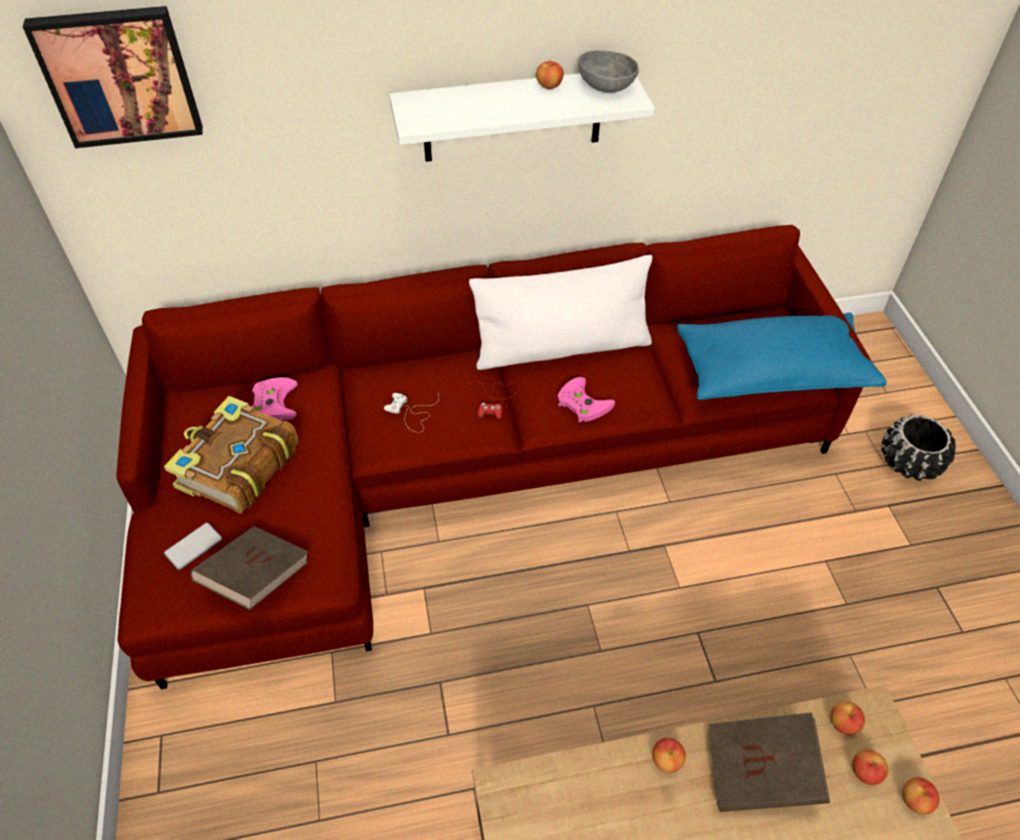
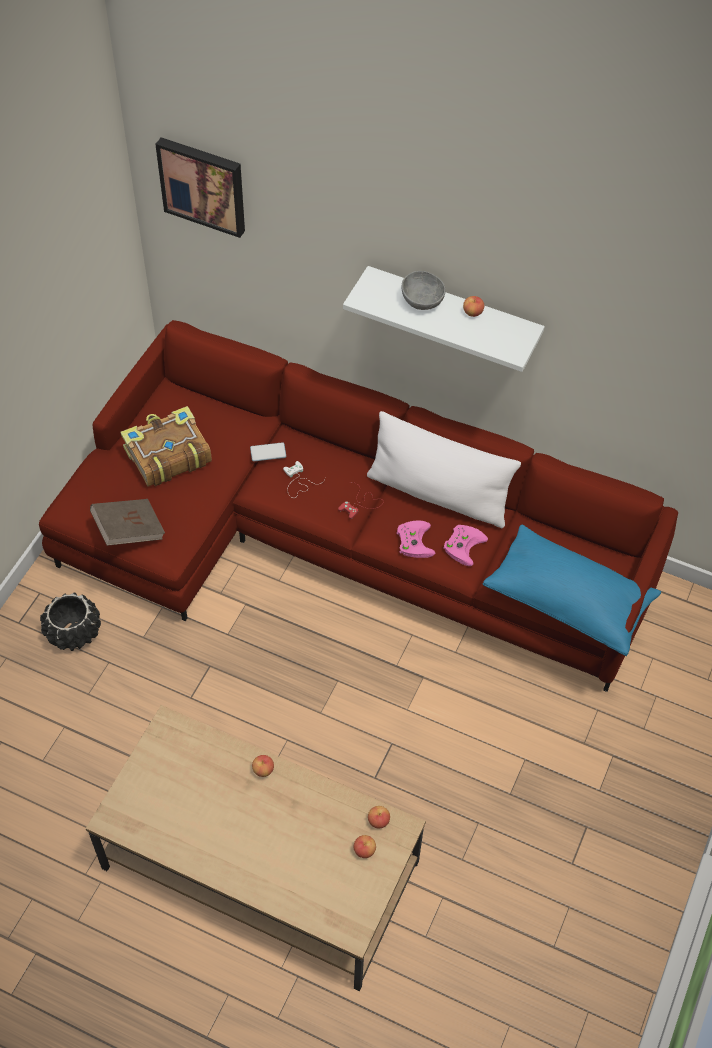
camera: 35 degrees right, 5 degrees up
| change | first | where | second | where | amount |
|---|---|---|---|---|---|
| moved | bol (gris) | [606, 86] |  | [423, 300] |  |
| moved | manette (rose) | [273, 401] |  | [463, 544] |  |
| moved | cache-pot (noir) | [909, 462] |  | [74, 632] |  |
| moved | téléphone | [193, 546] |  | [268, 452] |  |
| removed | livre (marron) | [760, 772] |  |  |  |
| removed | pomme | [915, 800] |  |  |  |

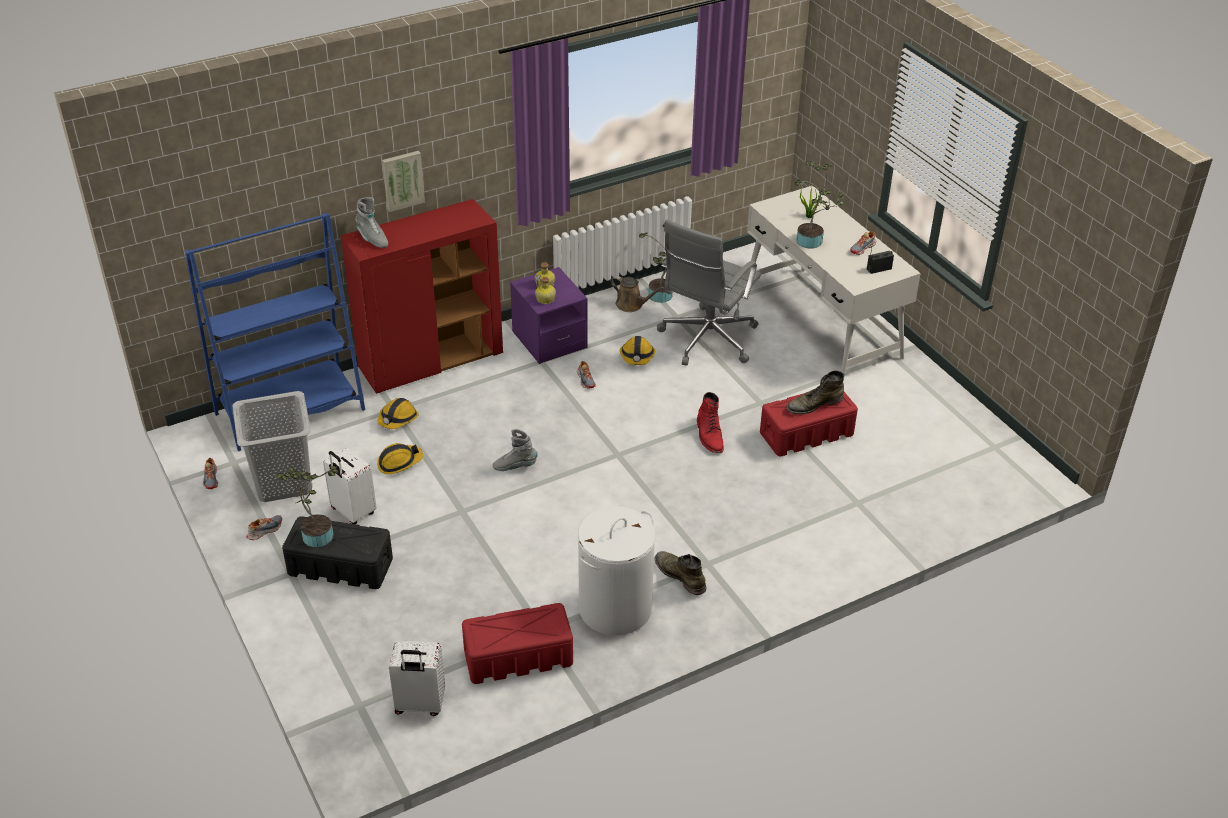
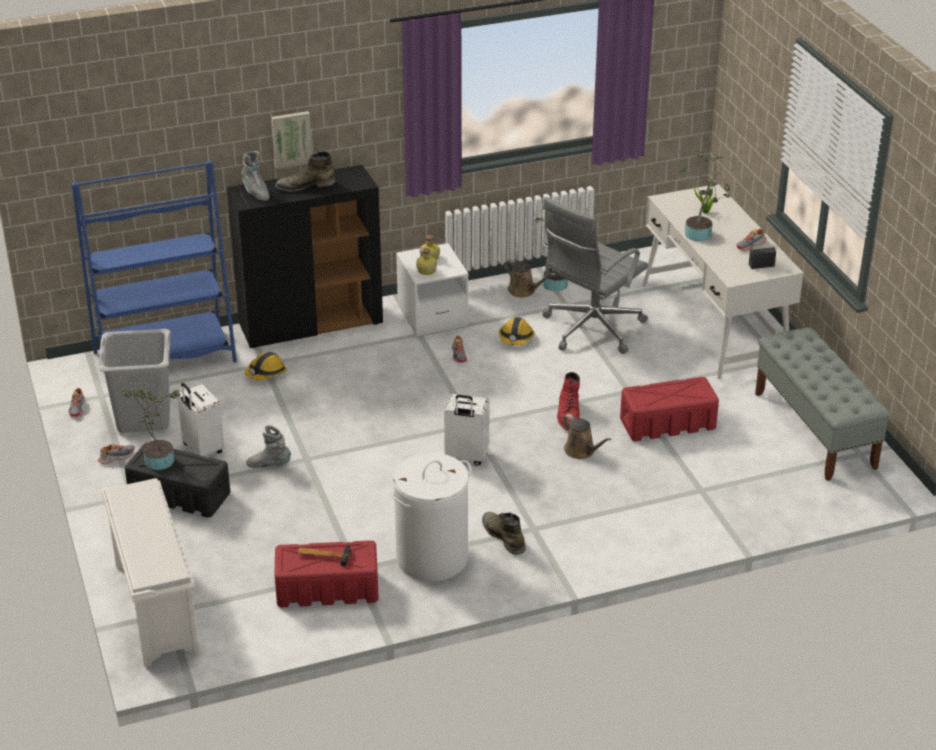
camera: 10 degrees right, 5 degrees down
| change | first | where | second | where | amount |
|---|---|---|---|---|---|
| recoloured | meuble de rangement (rouge) | [431, 361] | meuble de rangement (noir) | [311, 325] |  |
| recoloured | table de chevet (violet) | [549, 340] | table de chevet (blanc) | [432, 316] |  |
| moved | botte (vert) | [814, 404] |  | [305, 185] |  |
| moved | botte (gris) | [515, 466] |  | [269, 465] |  |
| removed | casque de chantier | [399, 462] |  |  |  |
| moved | valise (blanc) | [419, 705] |  | [466, 457] |  |
| added |  |  | banc (gris) | [815, 430] |  |
| added |  |  | arrosoir (marron) | [581, 451] |  |
| added |  |  | étagère à chaussures (blanc) | [154, 607] |  |
| added |  |  | marteau | [324, 554] |  |

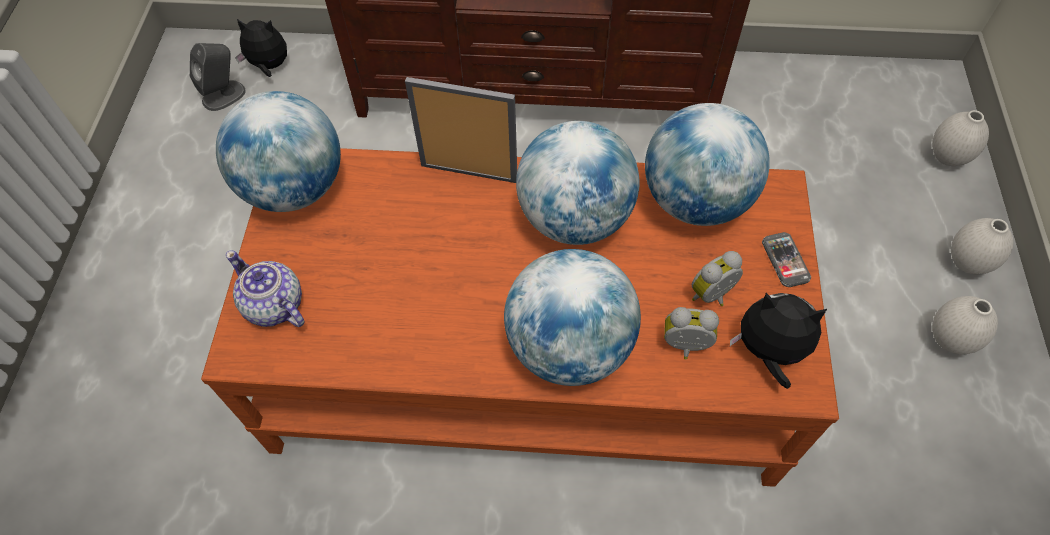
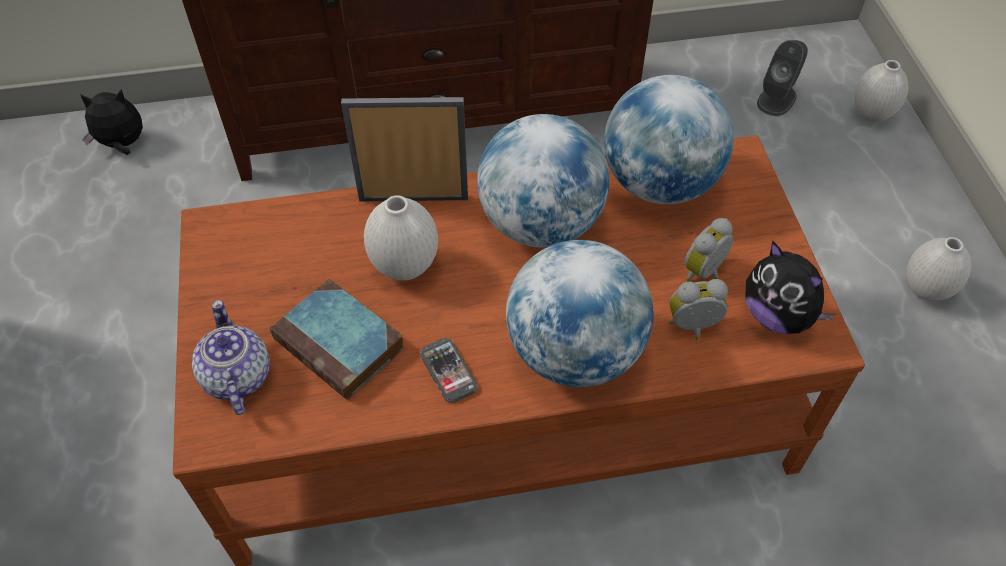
camera: 15 degrees left, 5 degrees down
| change | first | where | second | where | amount |
|---|---|---|---|---|---|
| moved | enceinte (gris) | [224, 95] |  | [776, 99] |  |
| removed | globe | [294, 188] |  |  |  |
| moved | vase (blanc) | [965, 263] |  | [403, 267] |  |
| moved | téléphone | [785, 260] |  | [448, 371] |  |
| turned | théière | [274, 306] |  | [236, 378] | 45 degrees clockwise |
| turned | peluche | [768, 352] |  | [777, 315] | 135 degrees counterclockwise |
| added |  |  | livre | [342, 344] |  |

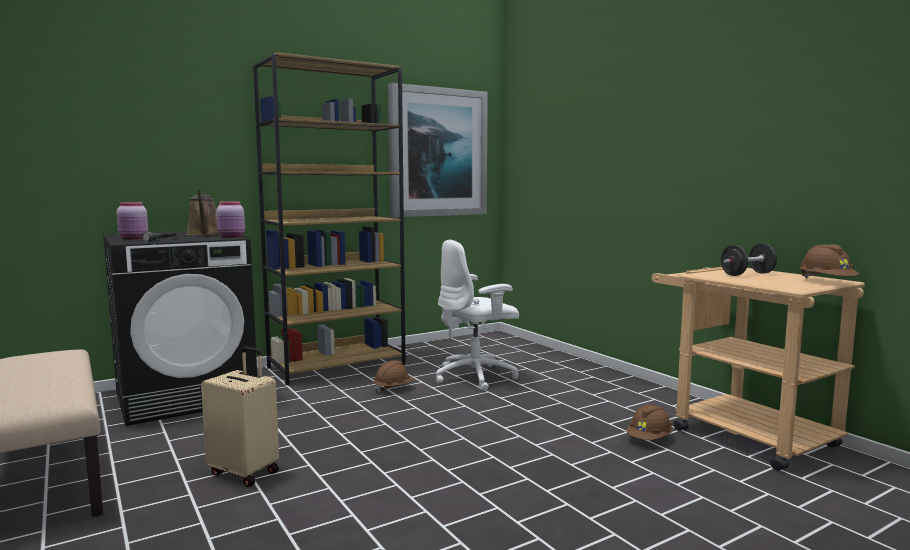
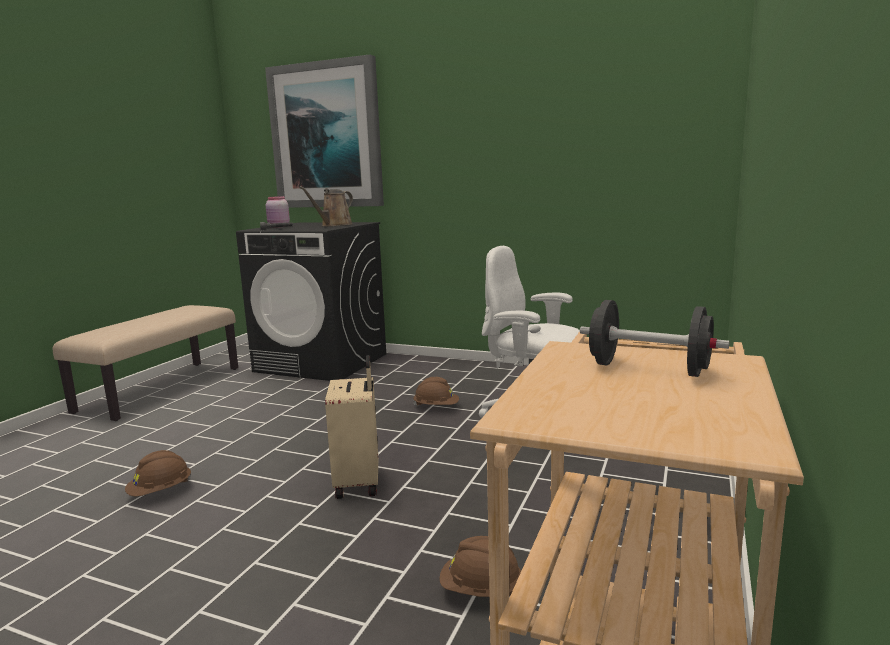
camera: 55 degrees right, 5 degrees up
| change | first | where | second | where | amount |
|---|---|---|---|---|---|
| removed | bibliothèque (marron) | [337, 365] |  |  |  |
| moved | tableau | [437, 152] |  | [327, 136] |  |
| removed | bocal (rose) | [232, 236] |  |  |  |
| moved | casque de chantier (marron) | [826, 282] |  | [160, 492] |  |
| moved | valise (beige) | [245, 472] |  | [359, 483] |  |

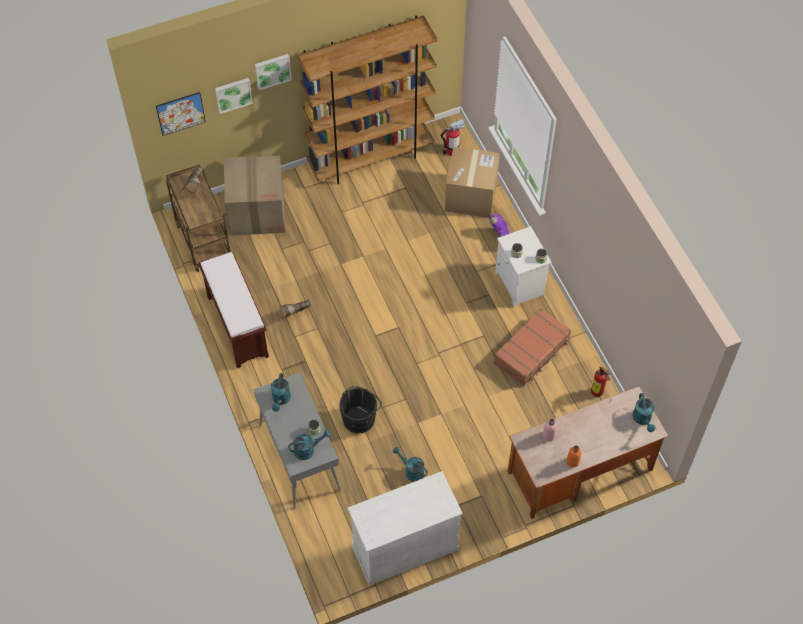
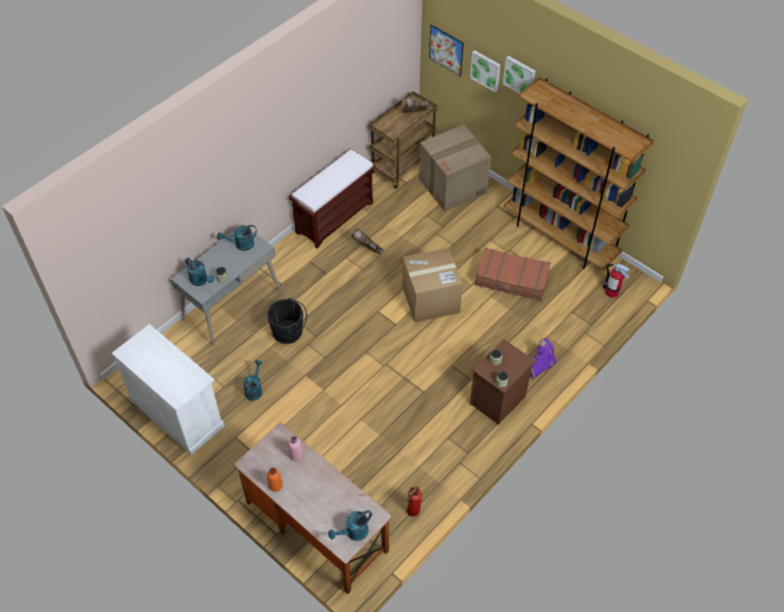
camera: 65 degrees right, 5 degrees down
| change | first | where | second | where | amount |
|---|---|---|---|---|---|
| moved | carton | [471, 196] |  | [430, 299] |  |
| recoloured | table de chevet (blanc) | [520, 284] | table de chevet (marron) | [498, 401] |  |
| moved | valise (marron) | [532, 352] |  | [511, 280] |  |

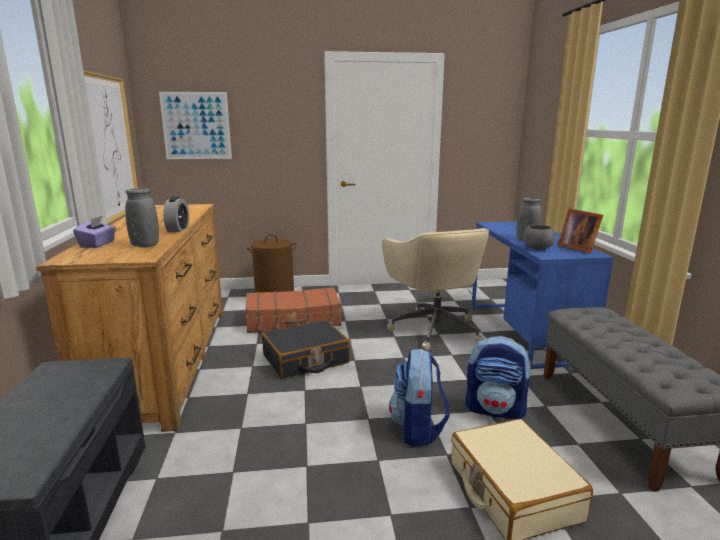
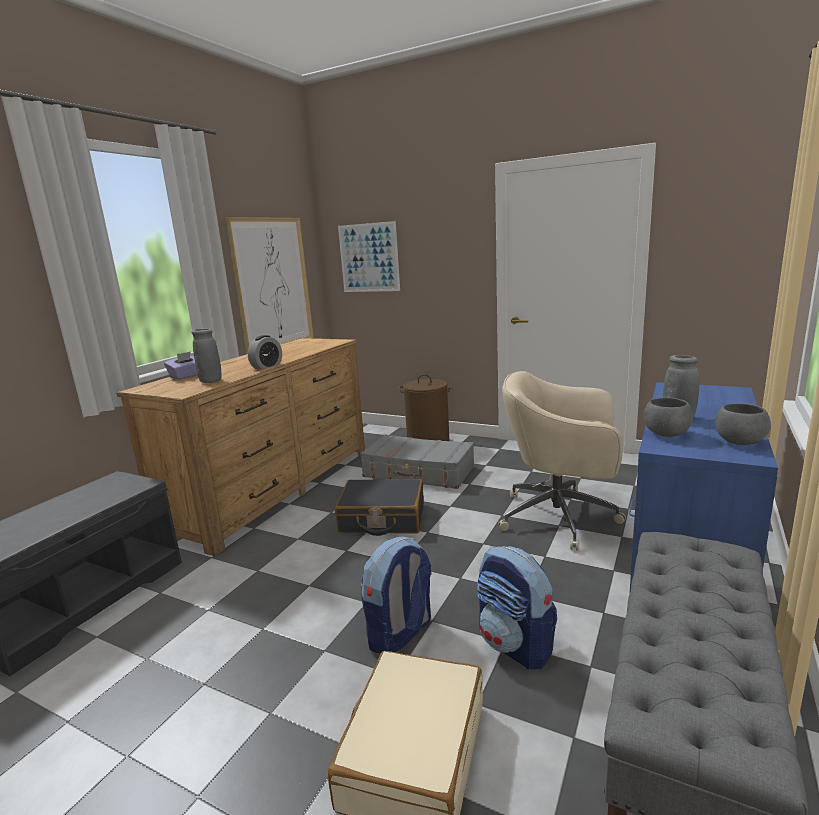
camera: 35 degrees right, 0 degrees up
| change | first | where | second | where | amount |
|---|---|---|---|---|---|
| replaced | cadre photo | [577, 248] | bol (gris) | [740, 442] |  |
| turned | chaise de bureau (beige) | [434, 329] |  | [561, 517] | 90 degrees clockwise |
| recoloured | valise (marron) | [293, 320] | valise (gris) | [418, 472] |  |

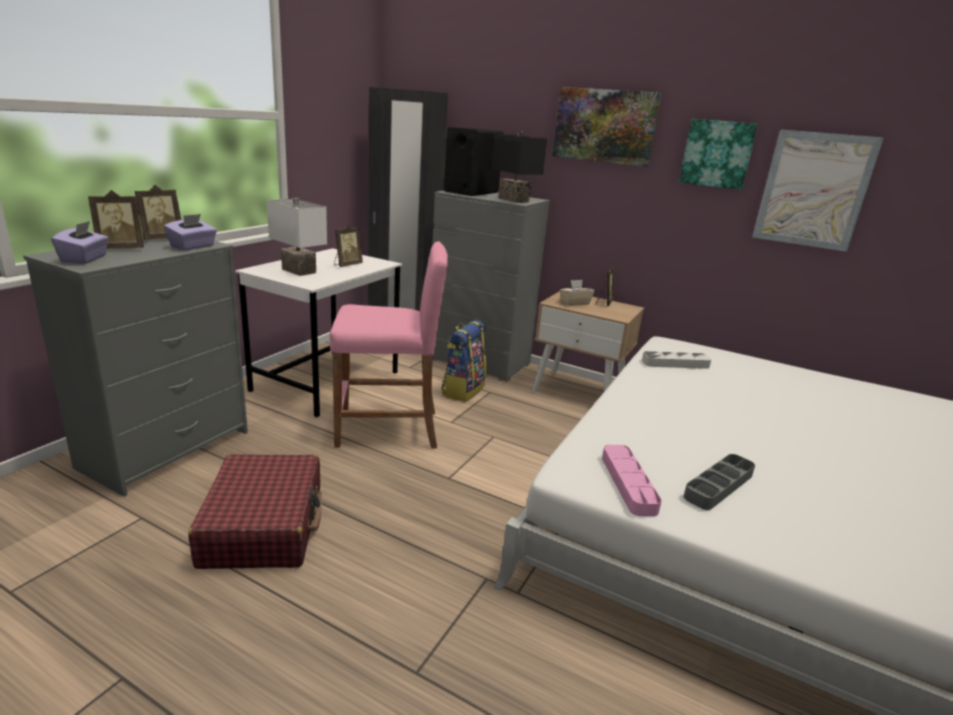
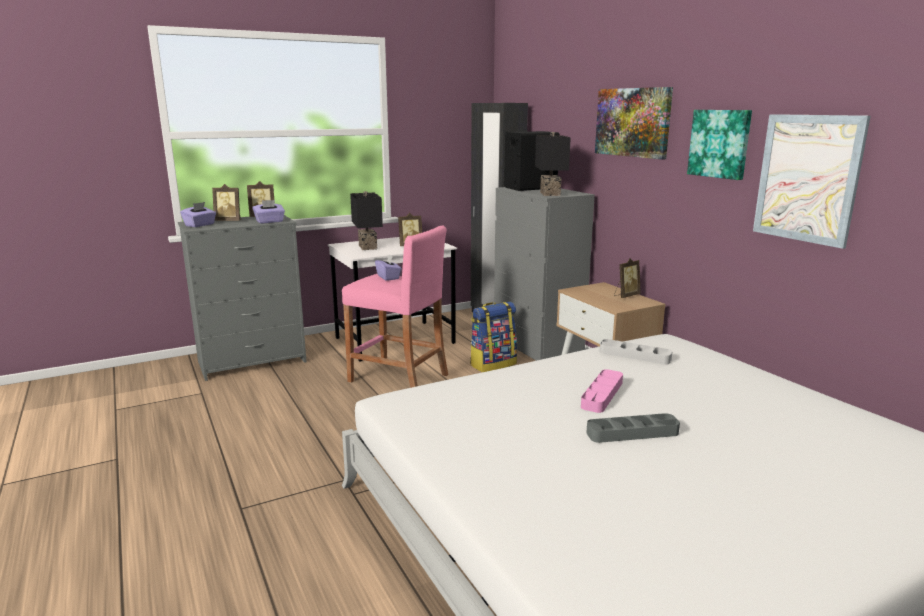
camera: 35 degrees right, 5 degrees down
| change | first | where | second | where | amount |
|---|---|---|---|---|---|
| recoloured | lampe de table (blanc) | [297, 271] | lampe de table (noir) | [366, 247] |  |
| removed | boîte à mouchoirs (beige) | [574, 303] |  |  |  |
| moved | plateau (rose) | [628, 483] |  | [602, 394] |  |
| removed | valise (rouge) | [264, 525] |  |  |  |
| moved | plateau (gris) | [718, 485] |  | [632, 433] |  |
| added |  |  | boîte à mouchoirs (violet) | [388, 277] |  |

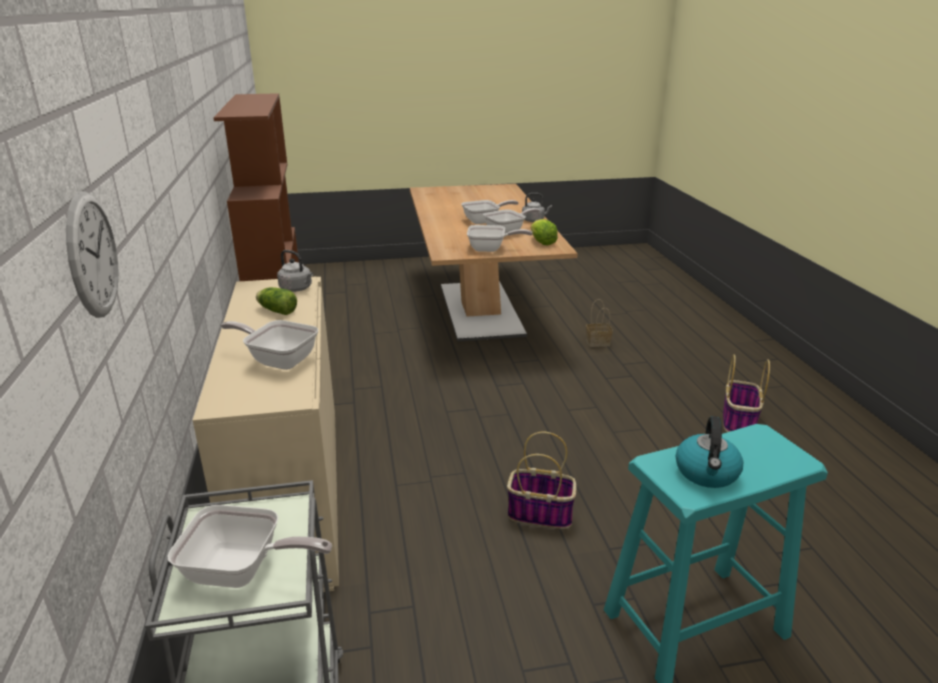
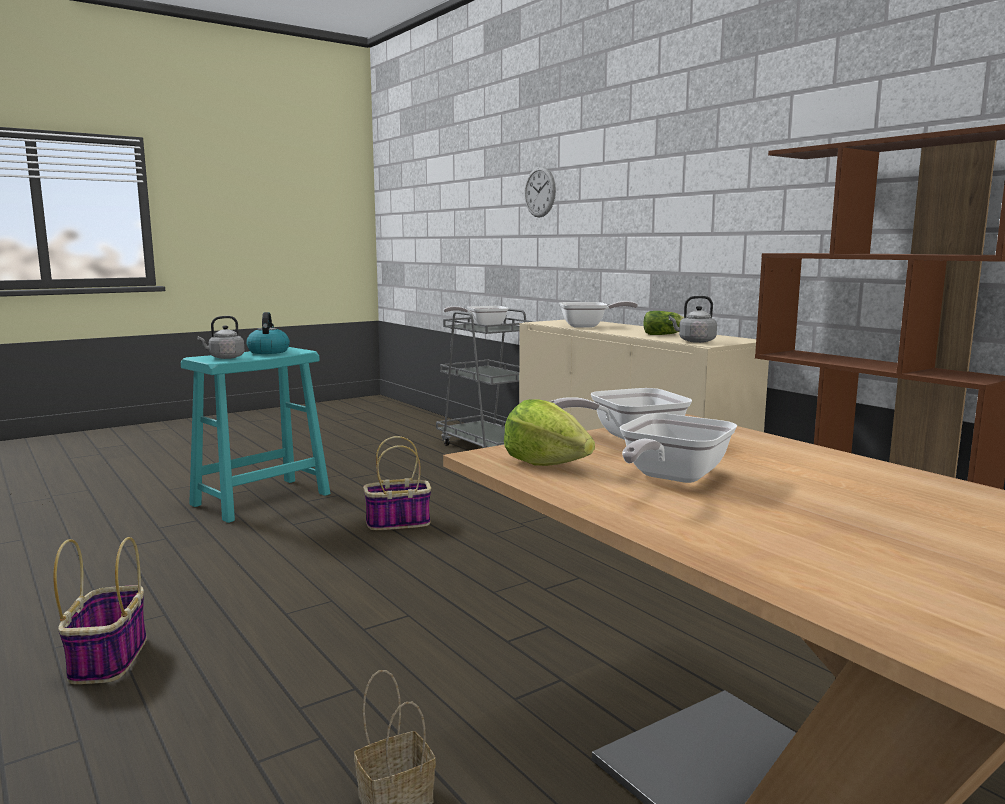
camera: 155 degrees right, 15 degrees down
| change | first | where | second | where | amount |
|---|---|---|---|---|---|
| moved | bouilloire (gris) | [534, 220] |  | [225, 357] |  |
| removed | poêle | [484, 221] |  |  |  |

